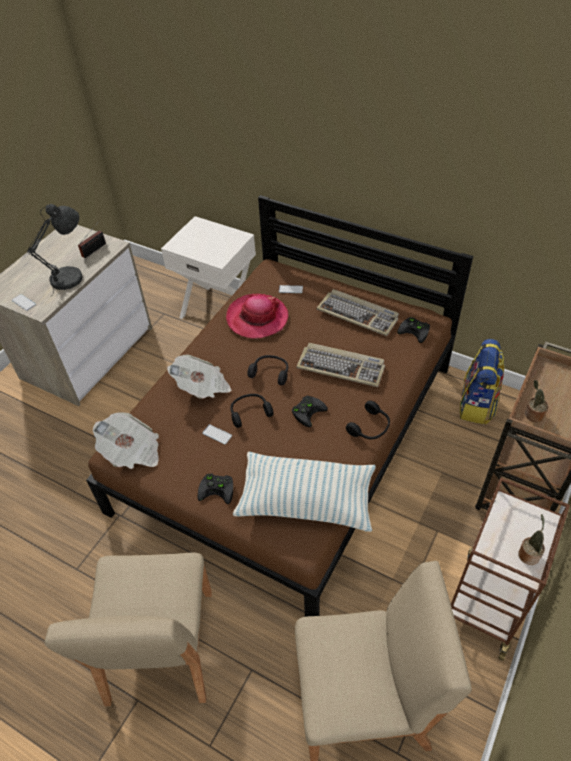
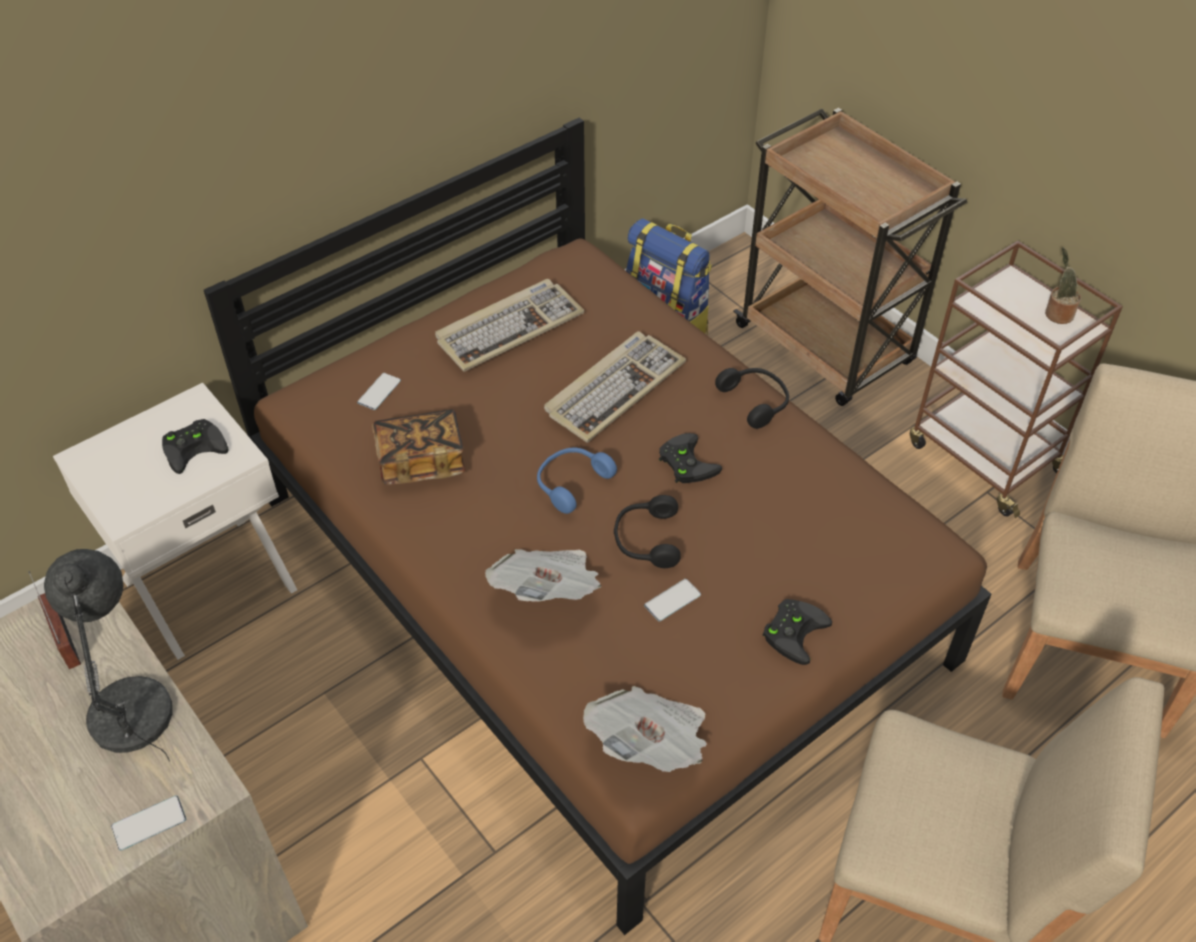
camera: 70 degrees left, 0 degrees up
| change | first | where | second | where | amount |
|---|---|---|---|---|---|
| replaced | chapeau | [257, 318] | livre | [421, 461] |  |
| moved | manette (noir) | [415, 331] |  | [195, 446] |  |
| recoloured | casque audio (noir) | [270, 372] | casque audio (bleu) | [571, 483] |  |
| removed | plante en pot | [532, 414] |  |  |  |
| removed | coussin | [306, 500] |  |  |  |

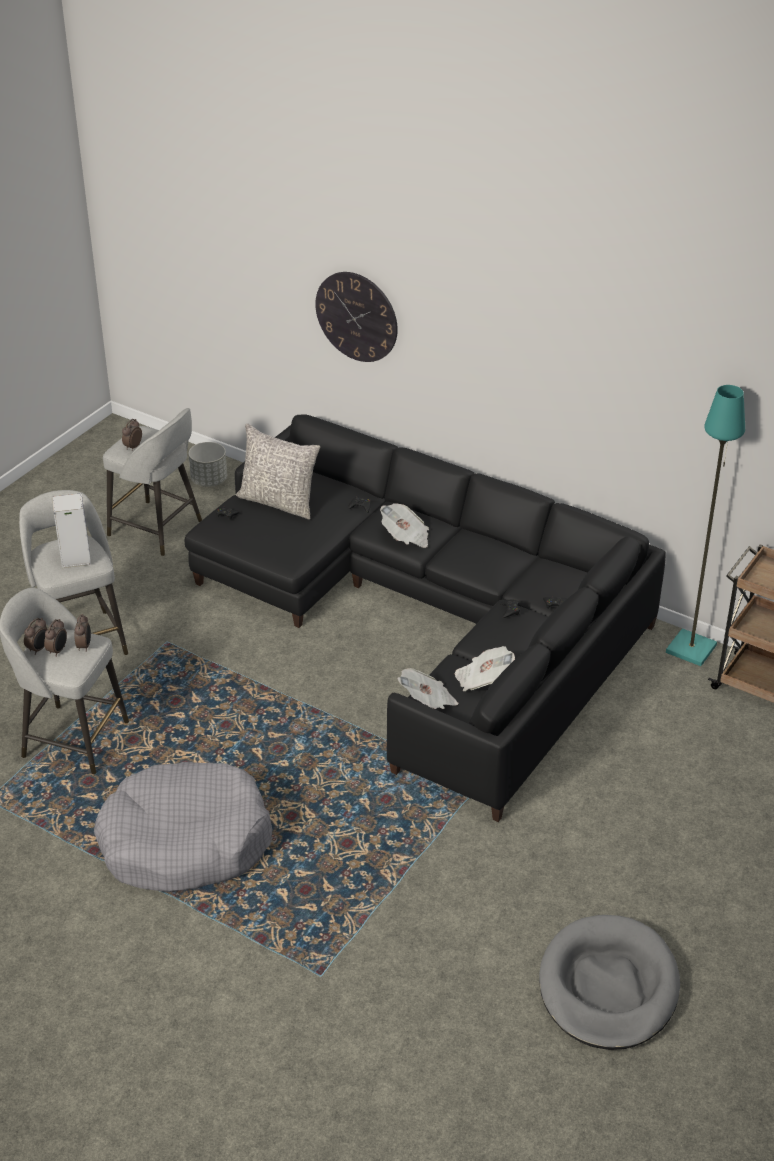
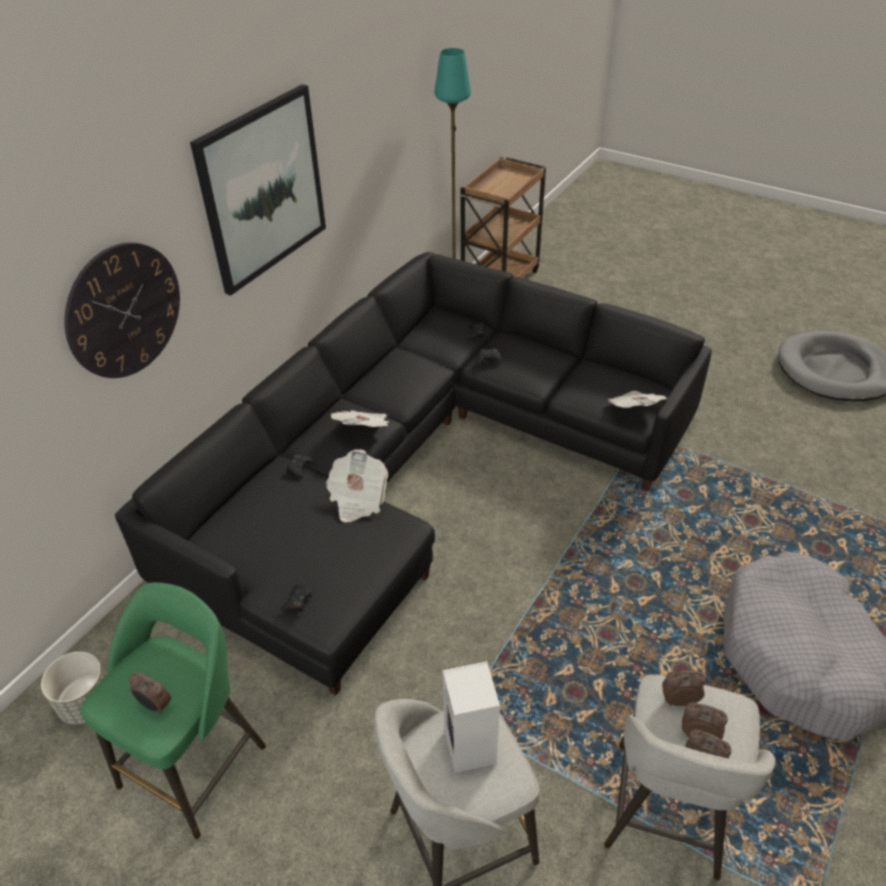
camera: 90 degrees left, 5 degrees up
| change | first | where | second | where | amount |
|---|---|---|---|---|---|
| recoloured | tabouret (gris) | [157, 529] | tabouret (vert) | [196, 762] |  |
| removed | coussin (gris) | [279, 502] |  |  |  |
| moved | journal | [482, 680] |  | [357, 498] |  |
| added |  |  | tableau | [263, 189] |  |

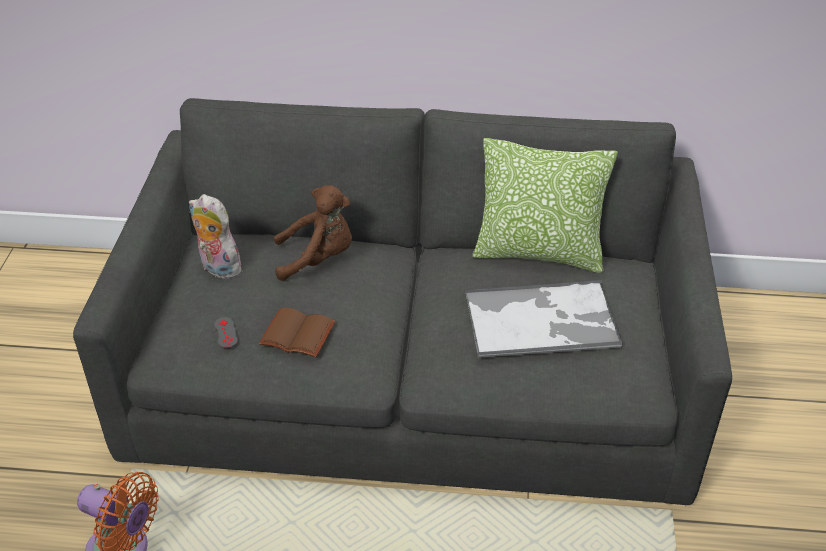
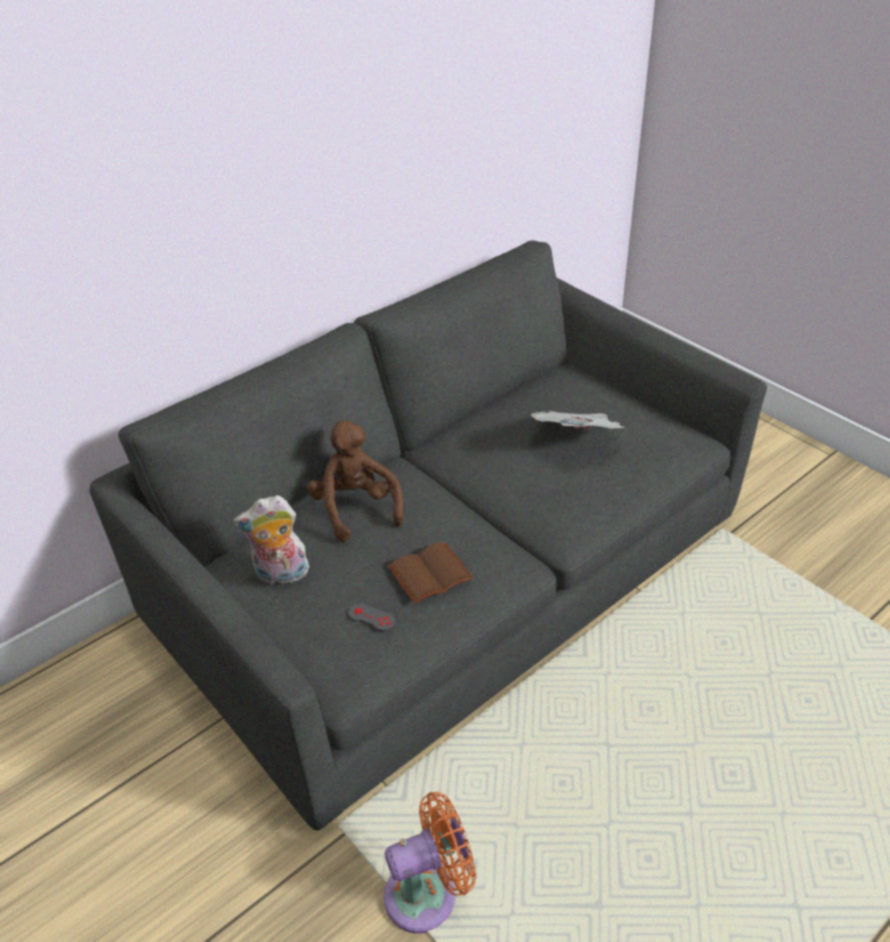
camera: 45 degrees left, 0 degrees up
| change | first | where | second | where | amount |
|---|---|---|---|---|---|
| removed | coussin | [538, 253] |  |  |  |
| turned | peluche (marron) | [318, 259] |  | [356, 508] | 60 degrees counterclockwise |
| replaced | plateau | [542, 320] | journal | [578, 439] |  |

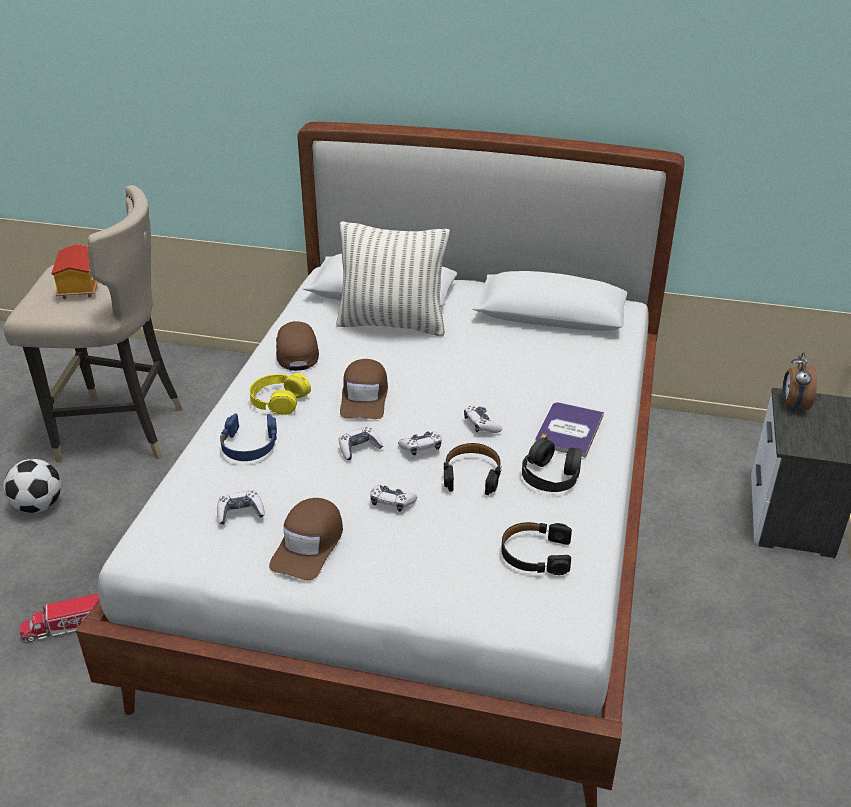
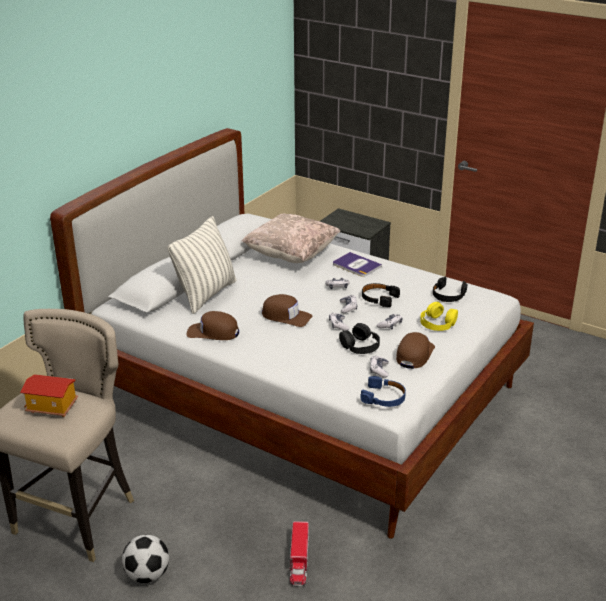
camera: 70 degrees left, 5 degrees down
| change | first | where | second | where | amount |
|---|---|---|---|---|---|
| removed | réveil | [793, 405] |  |  |  |
| moved | casque audio (jaune) | [279, 400] |  | [438, 323] |  |
| moved | casque audio (bleu) | [249, 445] |  | [384, 398] |  |
| moved | casque audio (noir) | [551, 475] |  | [360, 345] |  |
| turned | casquette (marron) | [309, 546] |  | [414, 354] | 105 degrees counterclockwise |
| added |  |  | coussin (beige) | [291, 255] |  |

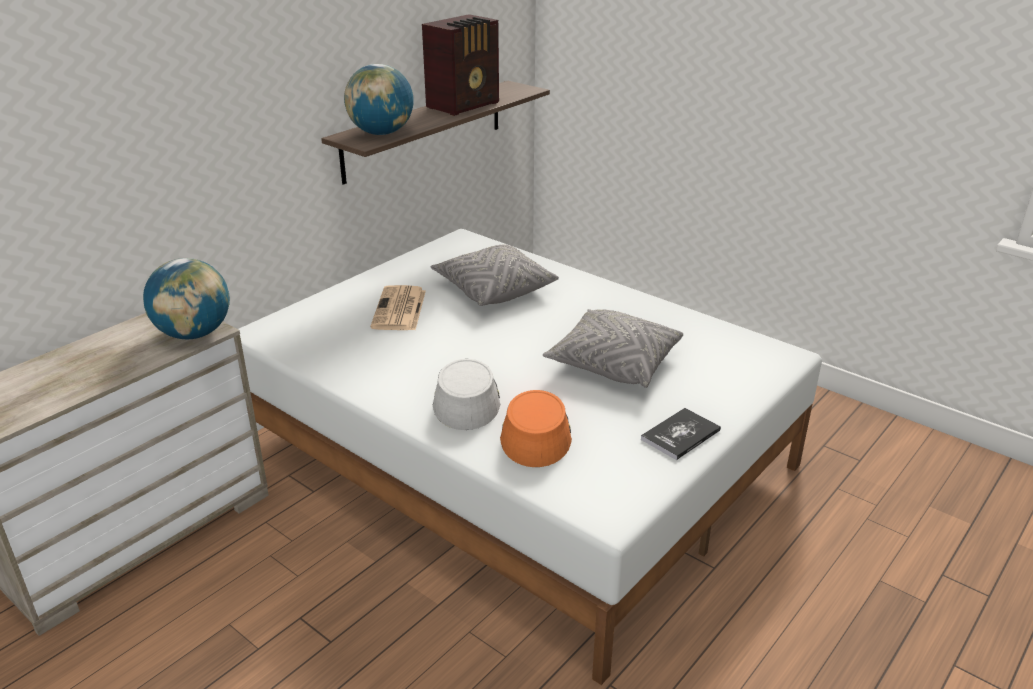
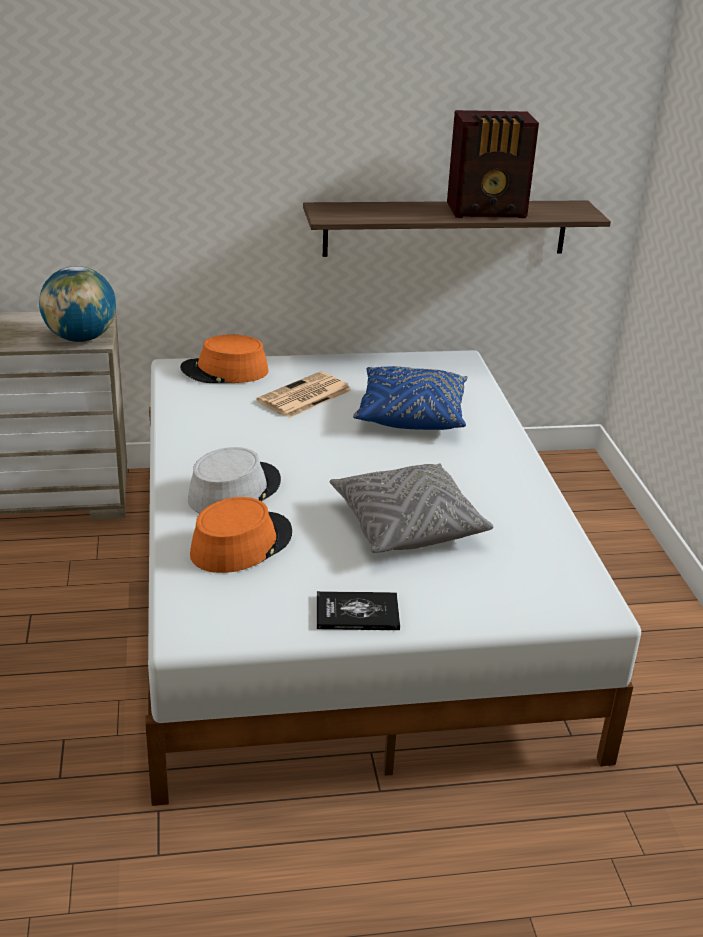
camera: 40 degrees right, 0 degrees up
| change | first | where | second | where | amount |
|---|---|---|---|---|---|
| removed | globe | [381, 133] |  |  |  |
| recoloured | coussin (gris) | [493, 289] | coussin (bleu) | [411, 414] |  |
| added |  |  | chapeau (orange) | [224, 371] |  |

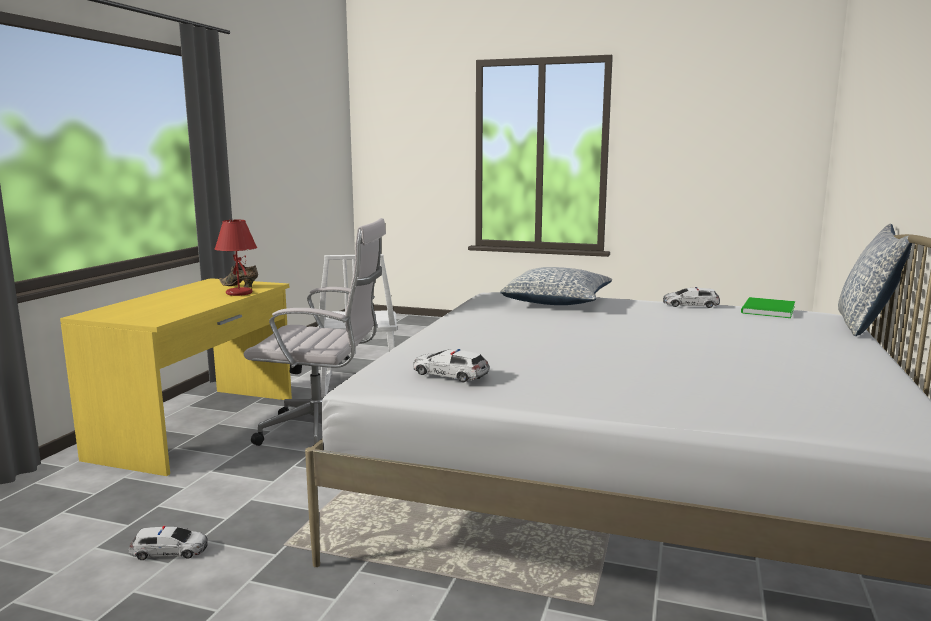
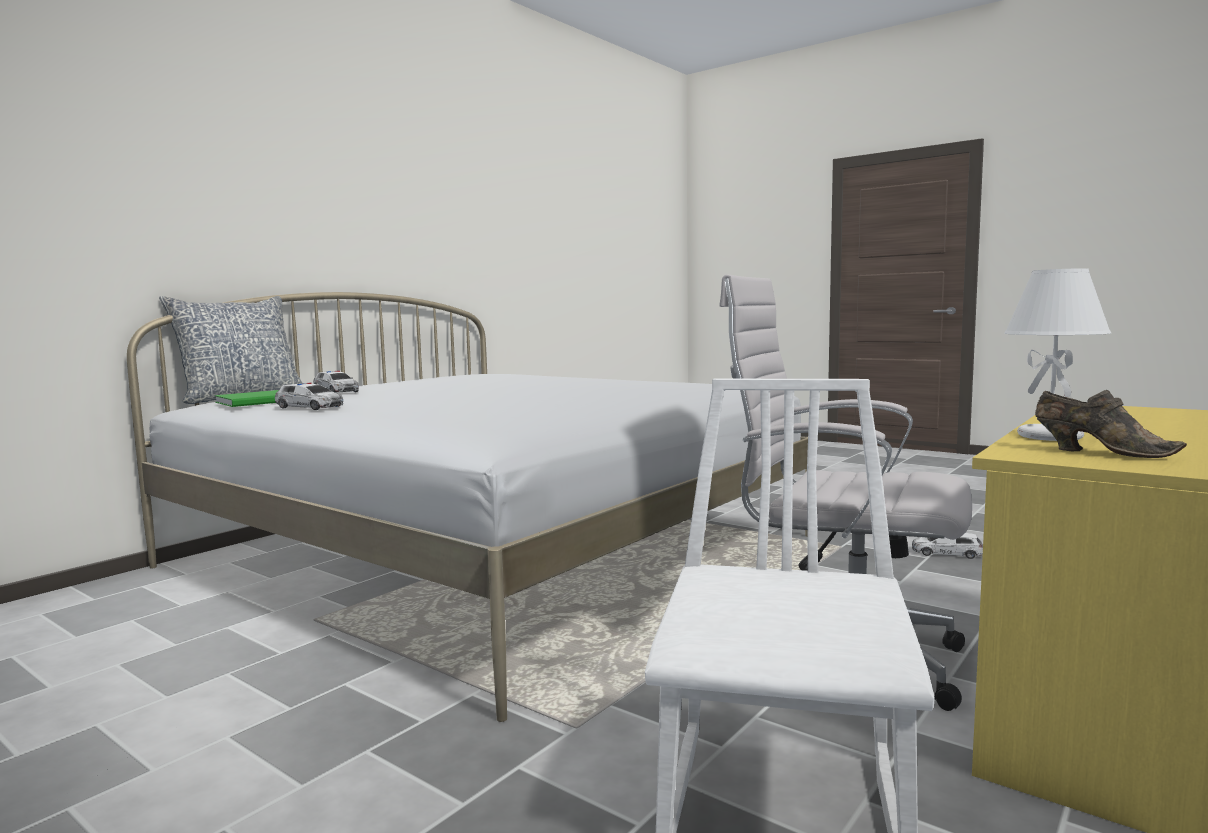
camera: 160 degrees left, 5 degrees down
| change | first | where | second | where | amount |
|---|---|---|---|---|---|
| recoloured | lampe de table (rouge) | [238, 293] | lampe de table (blanc) | [1051, 436] |  |
| removed | coussin | [557, 302] |  |  |  |
| moved | petite voiture | [449, 374] |  | [336, 391] |  |

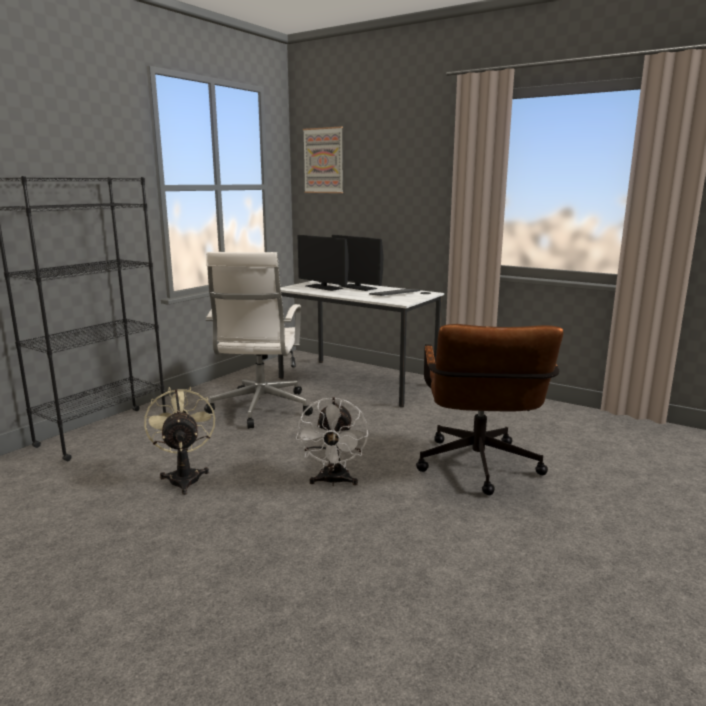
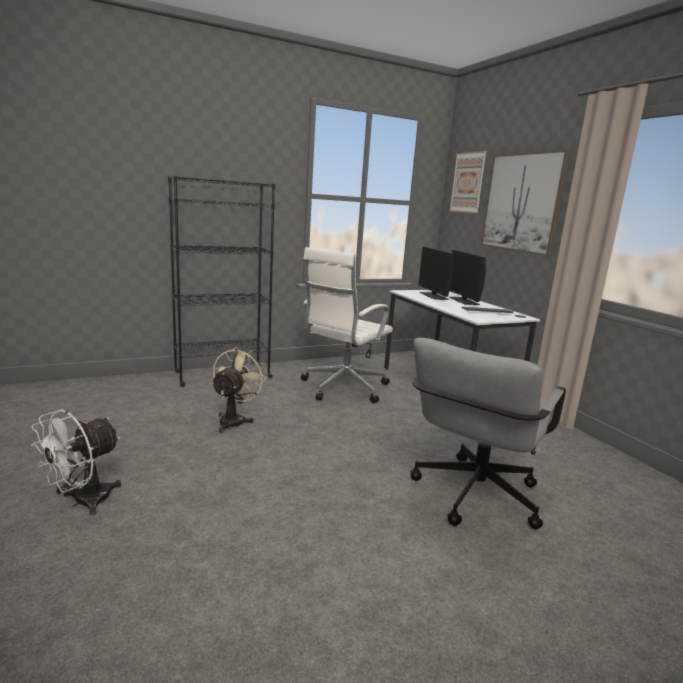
camera: 30 degrees right, 0 degrees up
| change | first | where | second | where | amount |
|---|---|---|---|---|---|
| recoloured | chaise de bureau (marron) | [479, 470] | chaise de bureau (gris) | [471, 499] |  |
| moved | ventilateur (blanc) | [333, 481] |  | [83, 502] |  |
| added |  |  | tableau | [522, 202] |  |

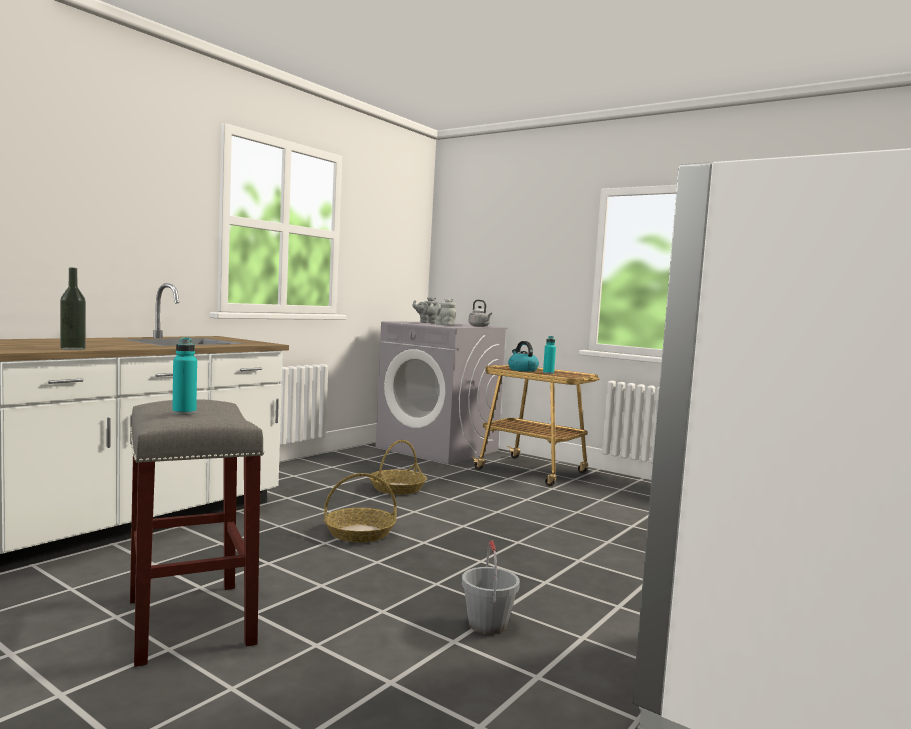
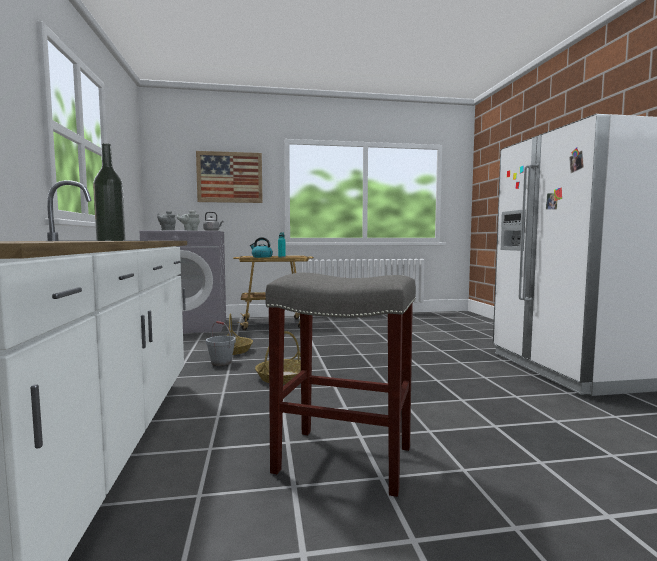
camera: 45 degrees left, 0 degrees up
| change | first | where | second | where | amount |
|---|---|---|---|---|---|
| removed | bouteille (turquoise) | [184, 412] |  |  |  |
| moved | seau (gris) | [488, 625] |  | [221, 363] |  |
| added |  |  | tableau | [229, 177] |  |

